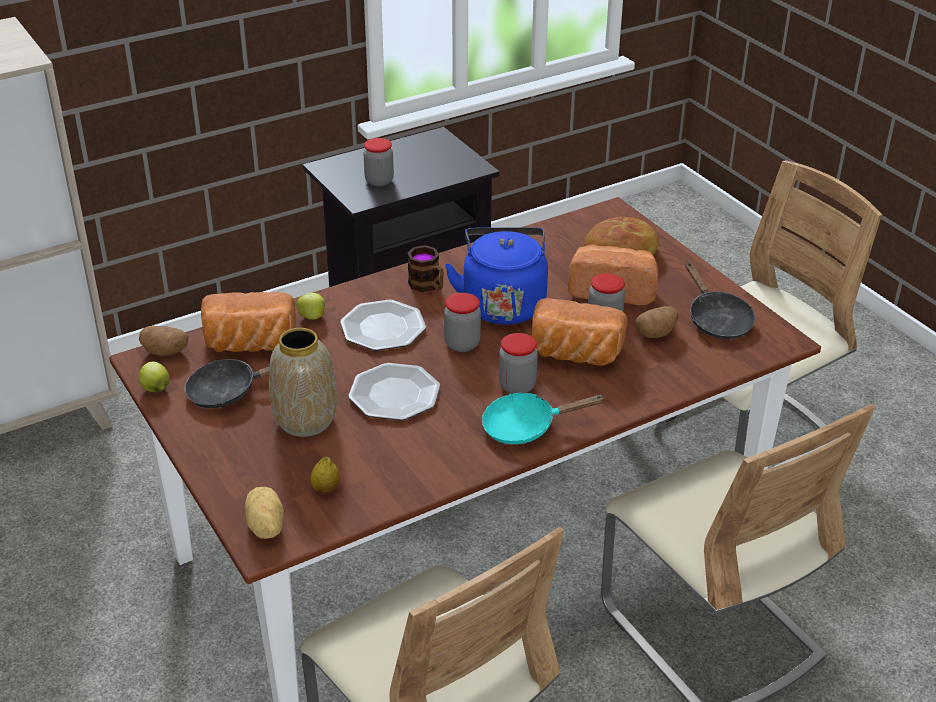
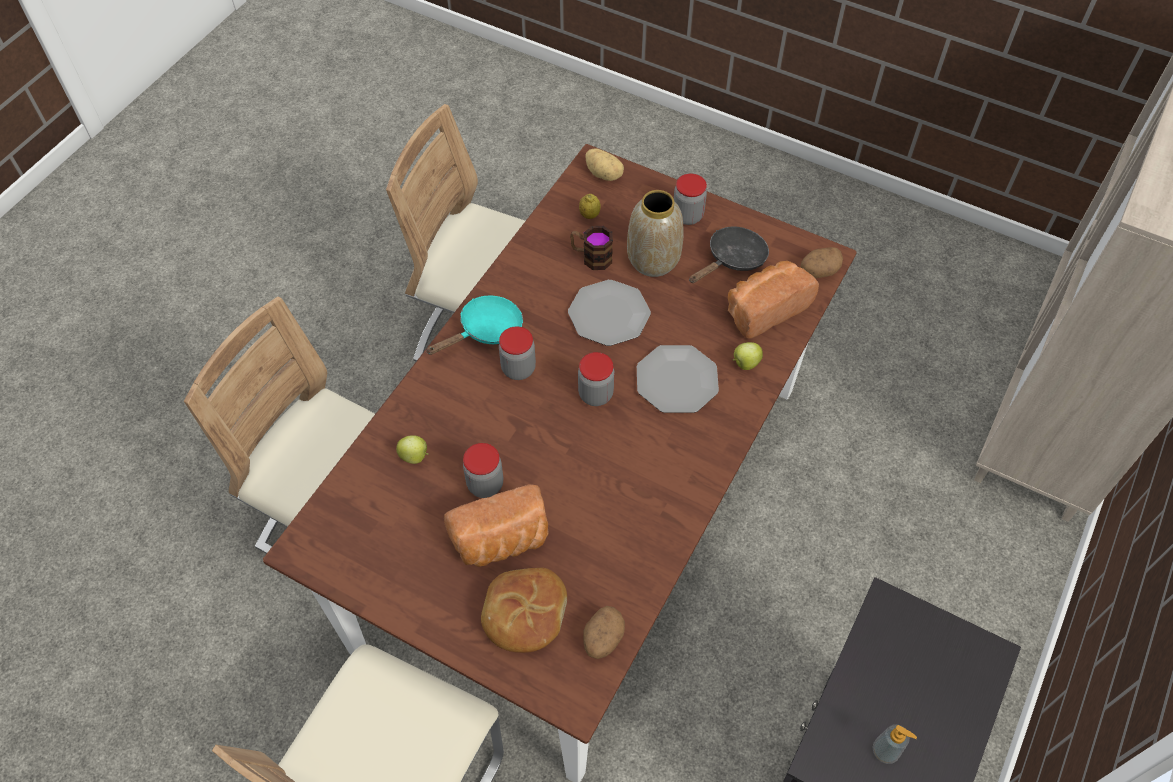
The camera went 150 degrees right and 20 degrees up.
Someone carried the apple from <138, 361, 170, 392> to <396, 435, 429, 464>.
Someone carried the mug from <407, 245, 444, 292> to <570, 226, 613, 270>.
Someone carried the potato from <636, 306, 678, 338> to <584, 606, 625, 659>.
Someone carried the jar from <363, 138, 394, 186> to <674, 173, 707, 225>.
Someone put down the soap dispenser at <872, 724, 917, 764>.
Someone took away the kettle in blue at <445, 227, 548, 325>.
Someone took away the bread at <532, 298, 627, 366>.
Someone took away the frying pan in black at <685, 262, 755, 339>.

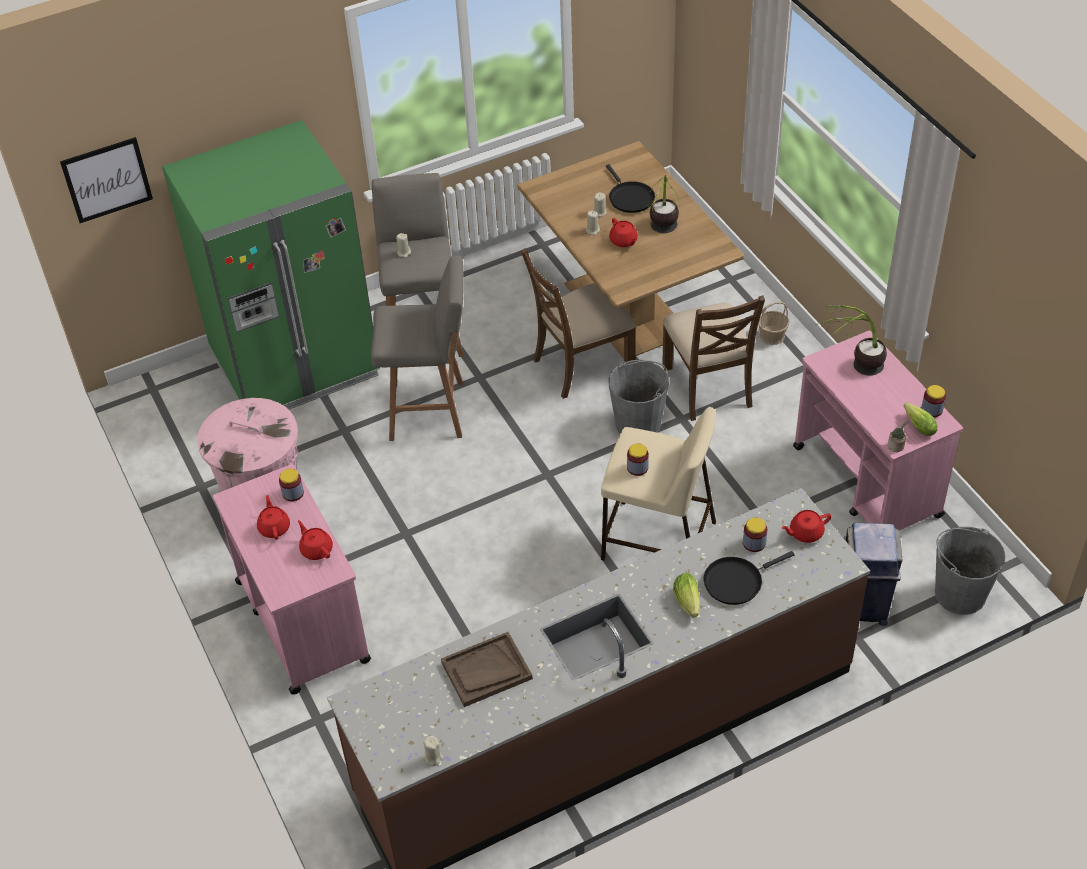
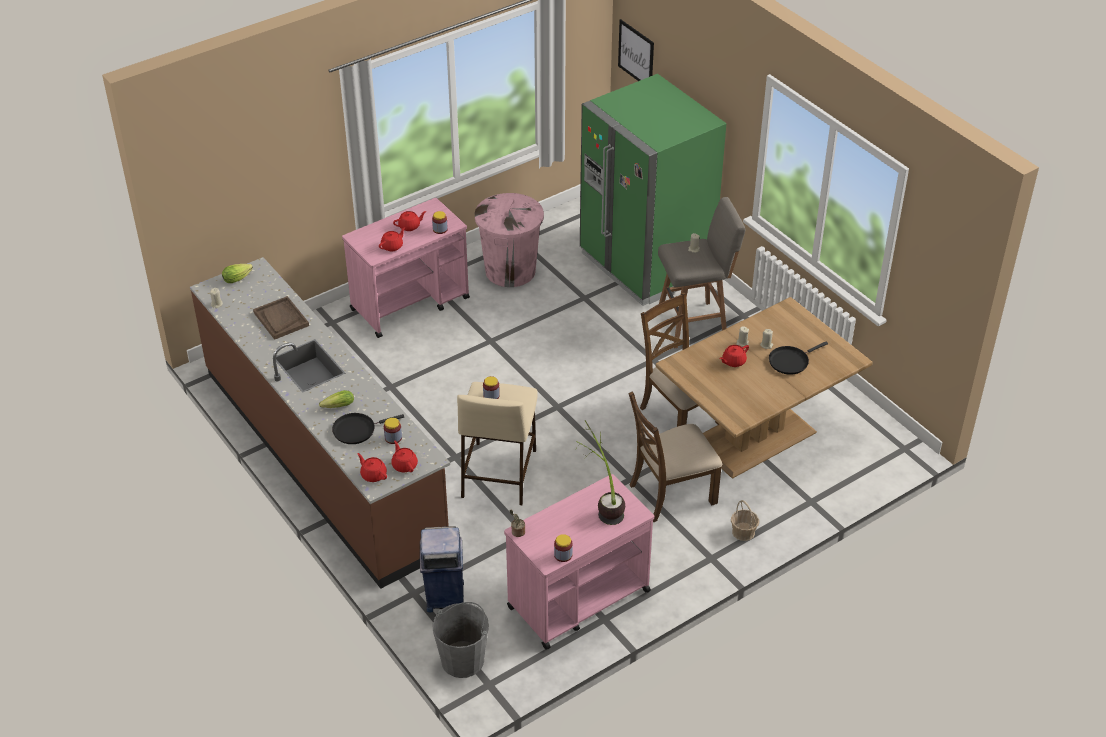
The camera went 80 degrees right and 5 degrees down.
Someone carried the lettuce from <904, 403, 938, 436> to <222, 264, 253, 283>.
Someone rotated the frying pan in black at <704, 551, 795, 605> by 75 degrees counterclockwise.
Someone put down the teapot in red at <357, 453, 387, 482>.
Someone took away the stool in grey at <371, 255, 464, 441>.
Someone took away the bucket in grey at <608, 360, 669, 434>.
Someone took away the potted plant at <647, 175, 680, 233>.

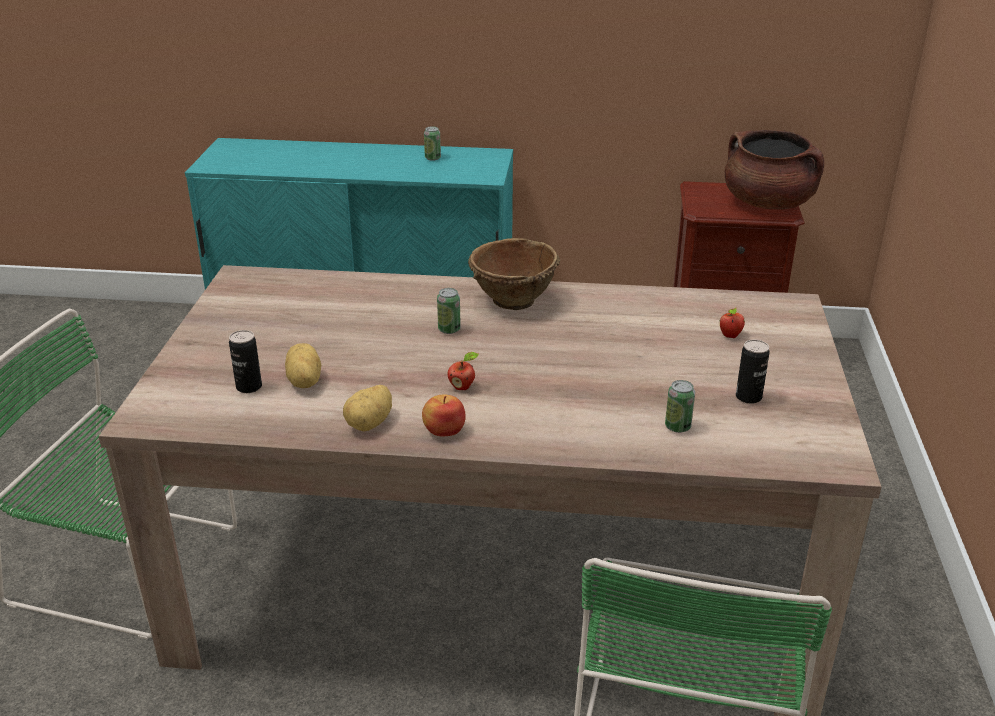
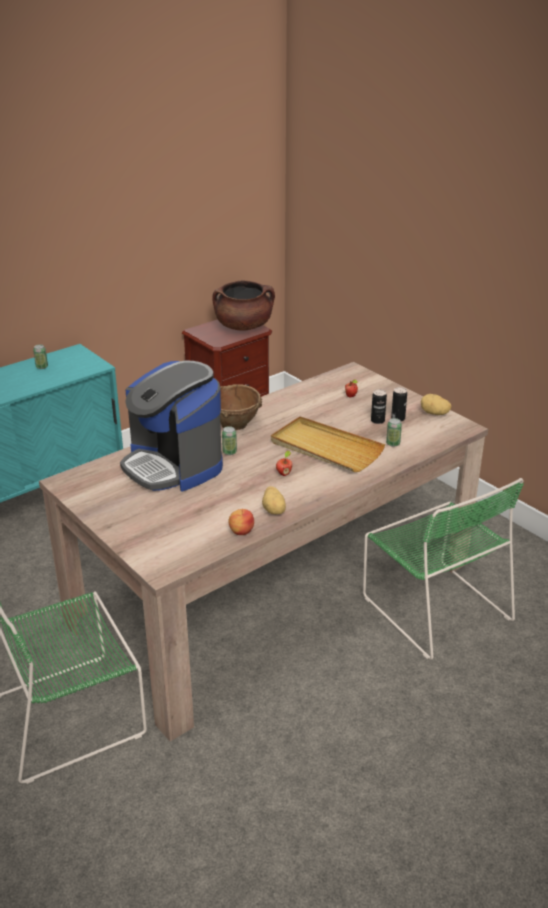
The camera went 45 degrees left and 0 degrees up.
Someone put down the coffee machine at <120, 361, 223, 491>.
Someone carried the apple from <422, 395, 466, 436> to <228, 509, 254, 535>.
Someone put down the tray in beige at <271, 416, 385, 472>.
Someone carried the can from <229, 330, 262, 393> to <371, 389, 387, 424>.
Someone carried the potato from <285, 343, 321, 388> to <421, 394, 451, 415>.

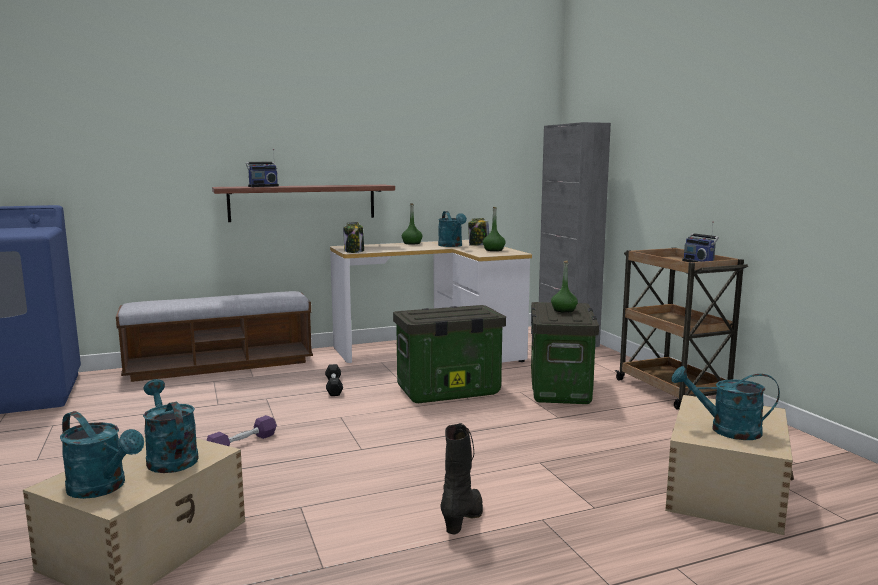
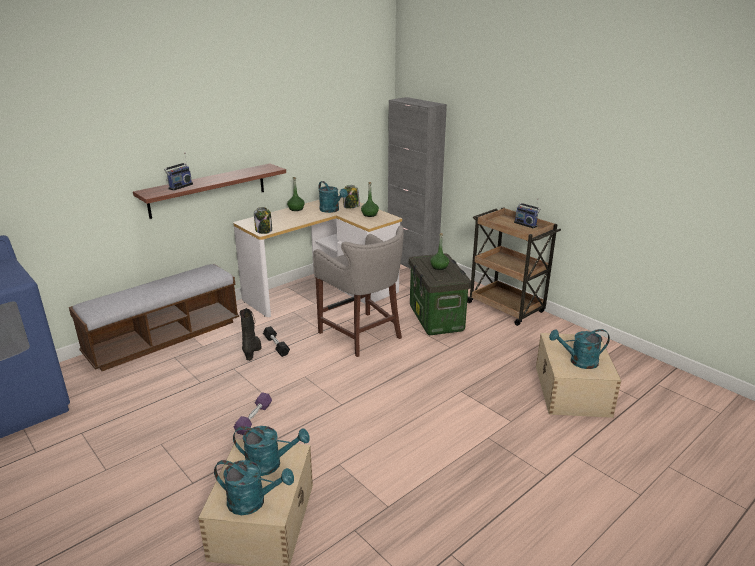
The camera went 20 degrees left and 15 degrees up.
Someone rotated the watering can in turquoise at <143, 379, 199, 473> by 150 degrees clockwise.
Someone carried the boot in black from <441, 423, 483, 535> to <240, 308, 262, 360>.
Someone swapped the storage box at <393, 305, 506, 403> for the stool in grey at <313, 225, 404, 357>.

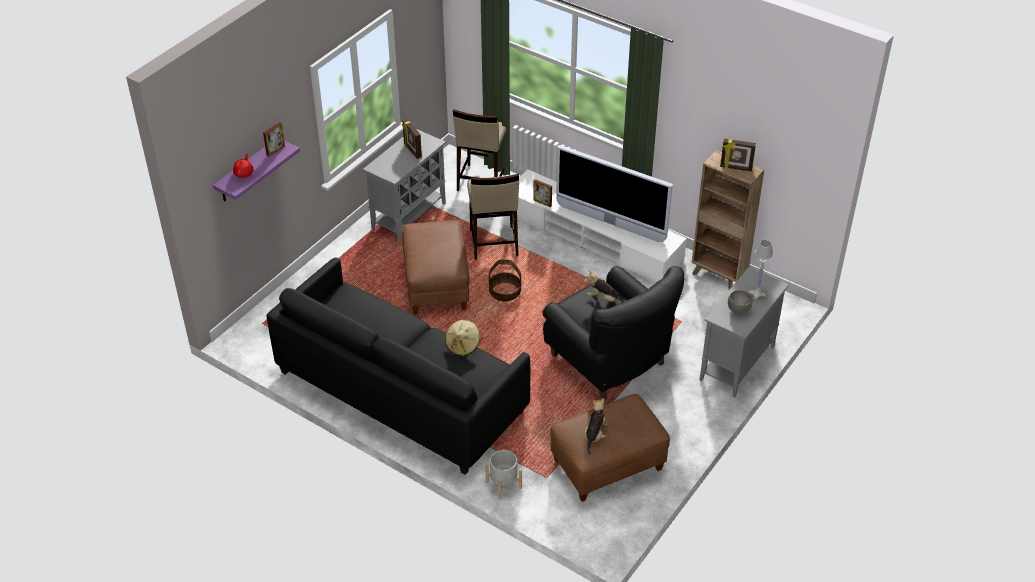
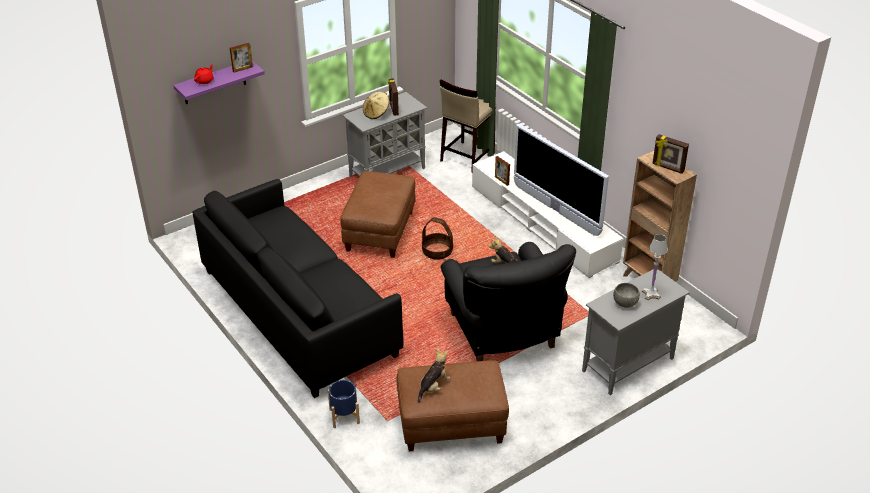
The camera went 20 degrees right and 5 degrees down.
Someone repainted the planter in grey at <485, 450, 522, 499>, which became the planter in blue at <328, 380, 360, 428>.
Someone carried the hat in beige from <445, 319, 480, 356> to <363, 92, 389, 119>.
Someone took away the stool in beige at <467, 173, 519, 260>.

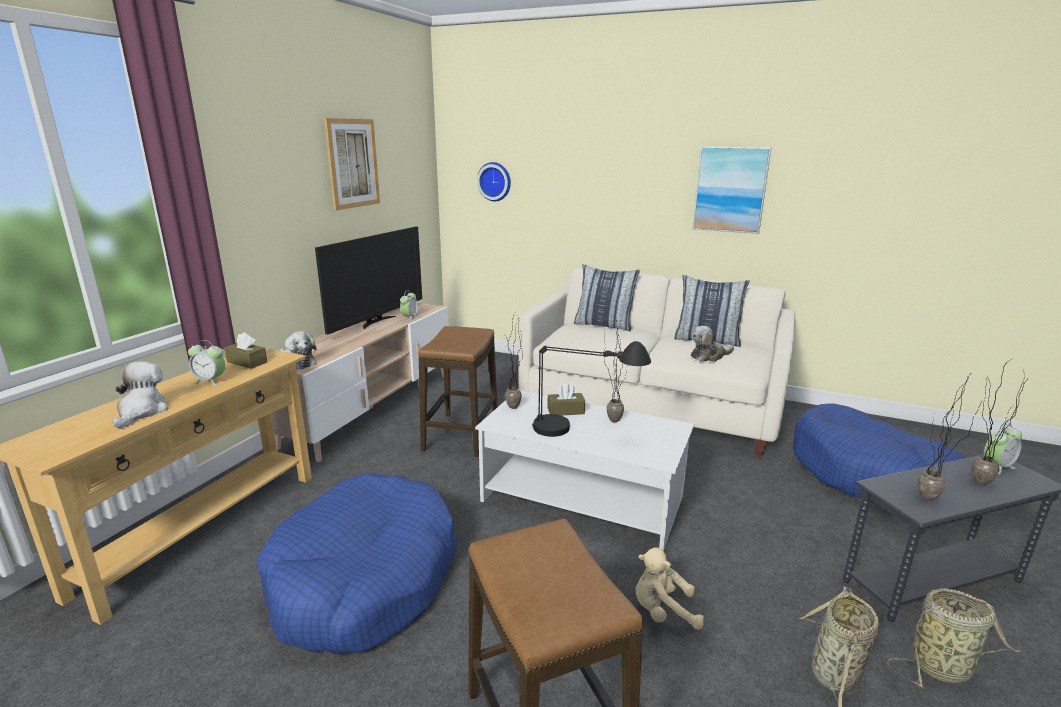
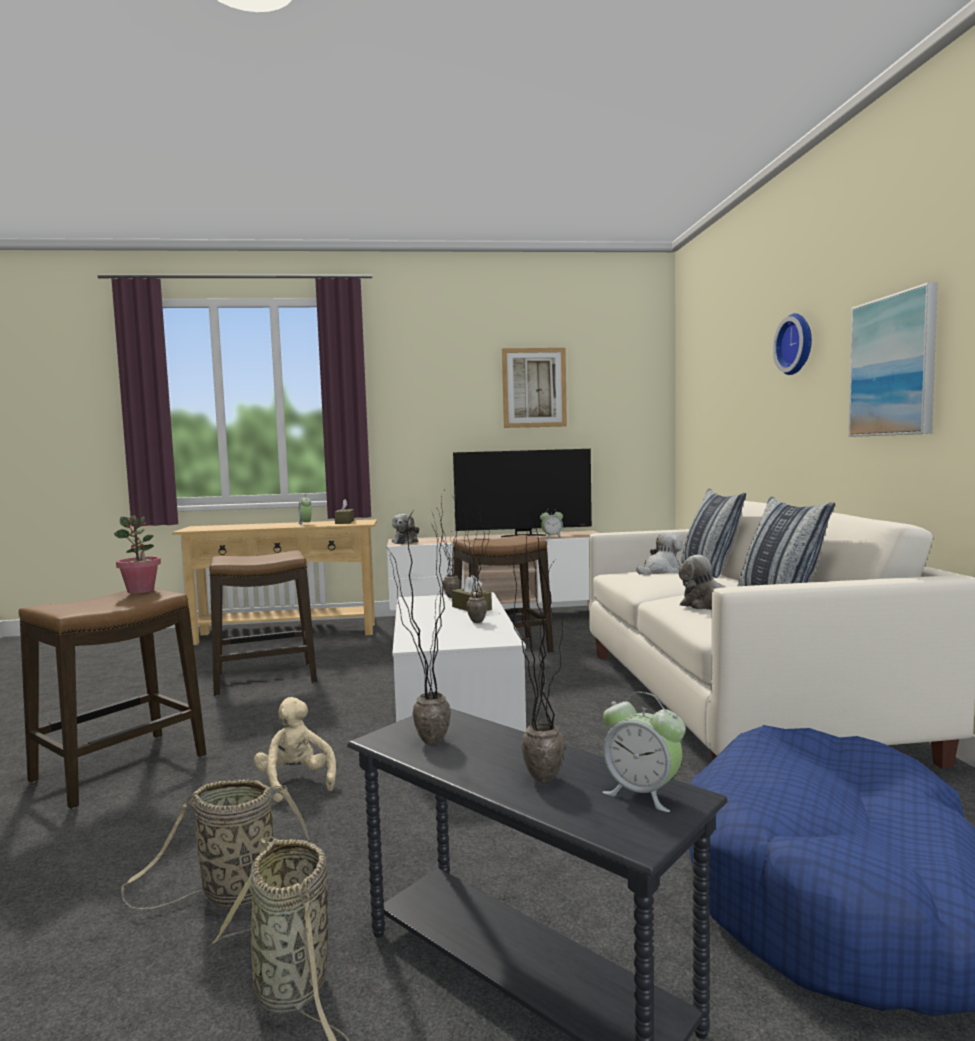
The camera went 60 degrees right and 15 degrees down.
Someone put down the potted plant at <114, 515, 161, 594>.
Someone swapped the dog bed in blue at <256, 473, 457, 655> for the stool at <209, 550, 317, 696>.
Someone carried the plush toy from <112, 361, 168, 429> to <636, 532, 683, 575>.
Someone carried the wall clock from <477, 162, 511, 201> to <773, 313, 812, 375>.
Someone took away the table lamp in black at <532, 341, 651, 437>.

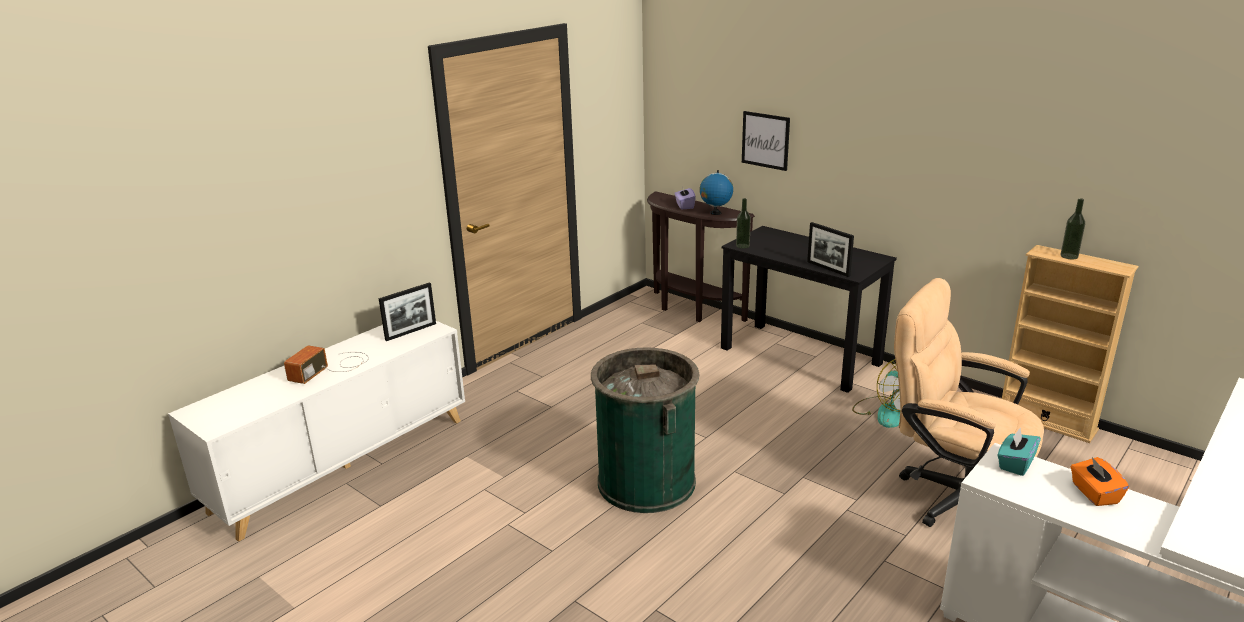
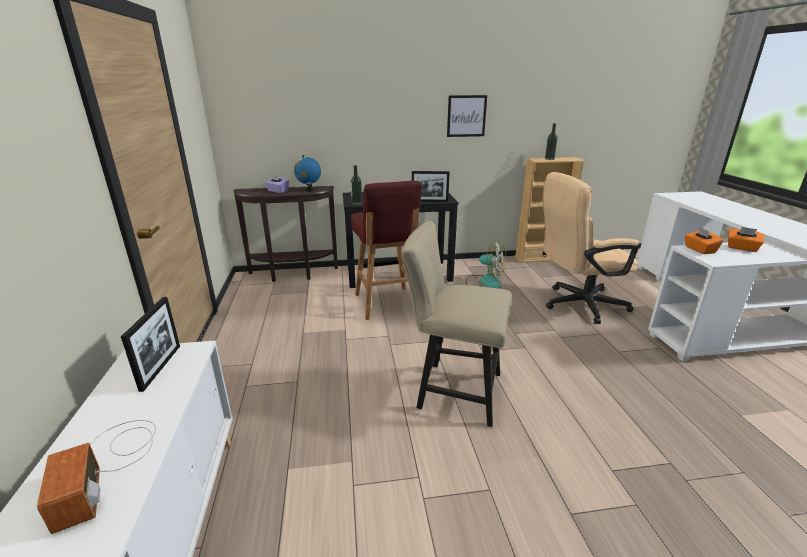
The camera went 50 degrees left and 0 degrees up.
Someone put down the stool in red at <351, 181, 422, 320>.
Someone swapped the trash can in green at <591, 347, 699, 513> for the chair in beige at <401, 221, 512, 427>.
Someone carried the picture from <742, 111, 790, 171> to <447, 95, 487, 137>.
Someone repainted the tissue box in turquoise at <997, 428, 1041, 476>, which became the tissue box in orange at <685, 227, 724, 254>.

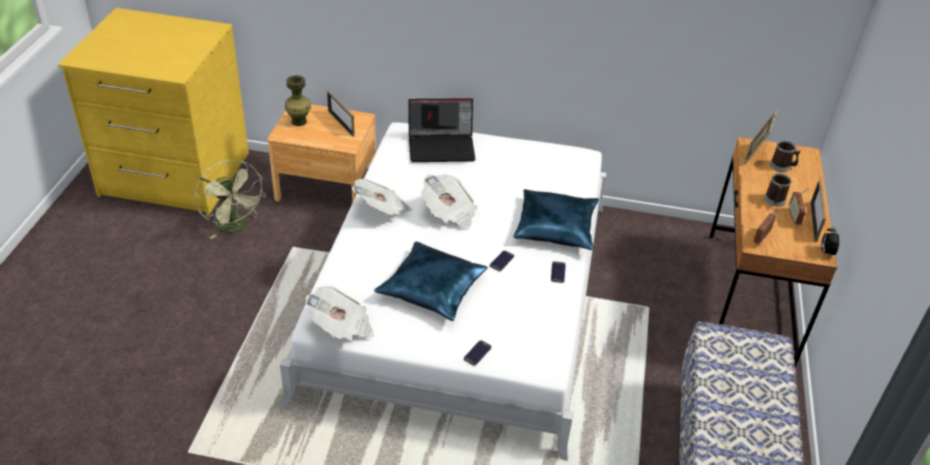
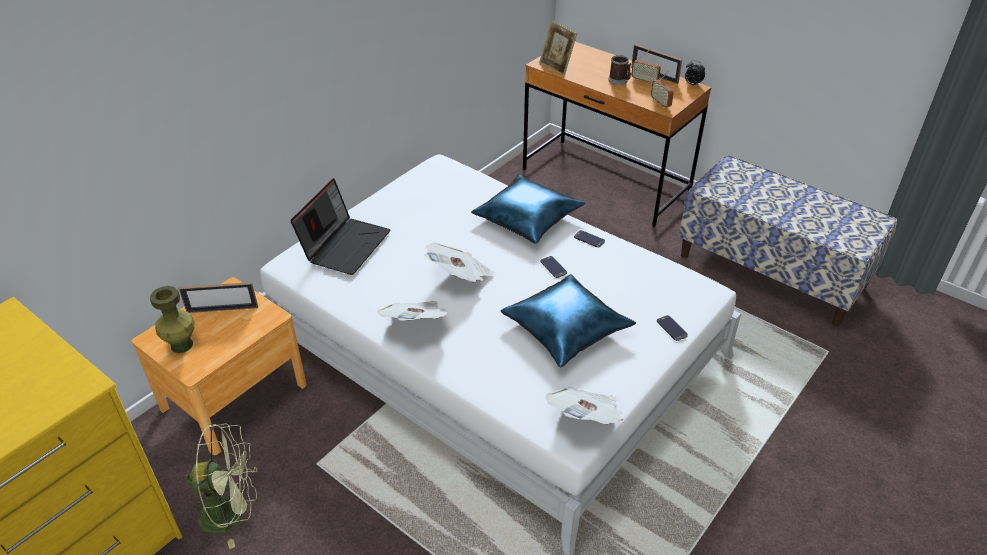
The camera went 60 degrees left and 0 degrees up.
Someone took away the mug at <770, 141, 801, 172>.

